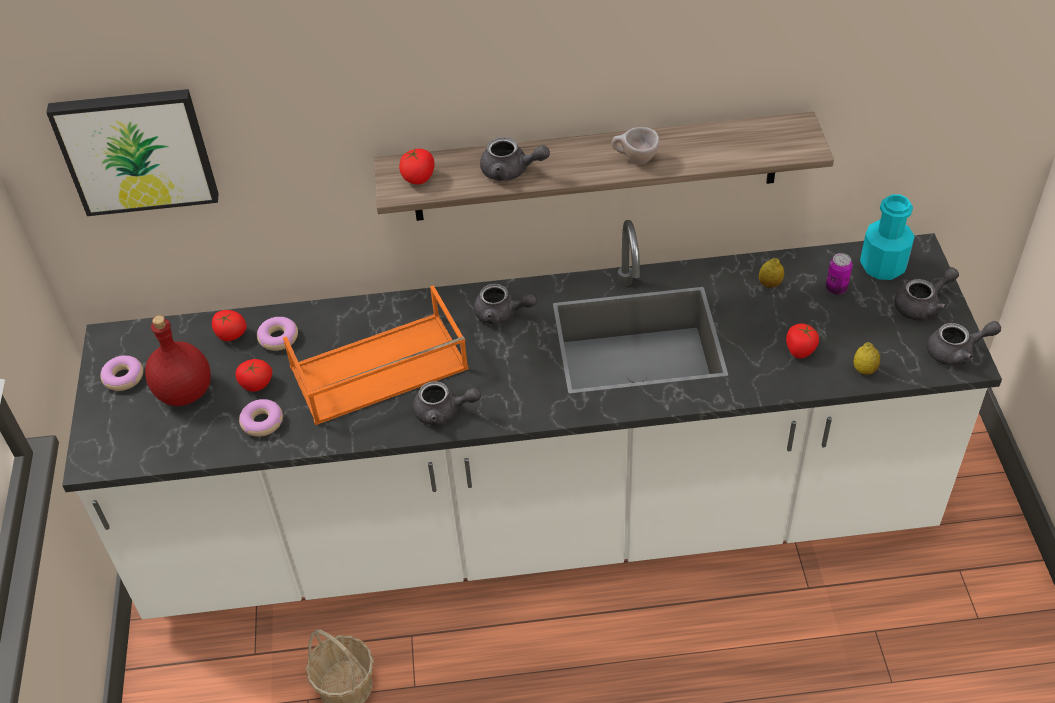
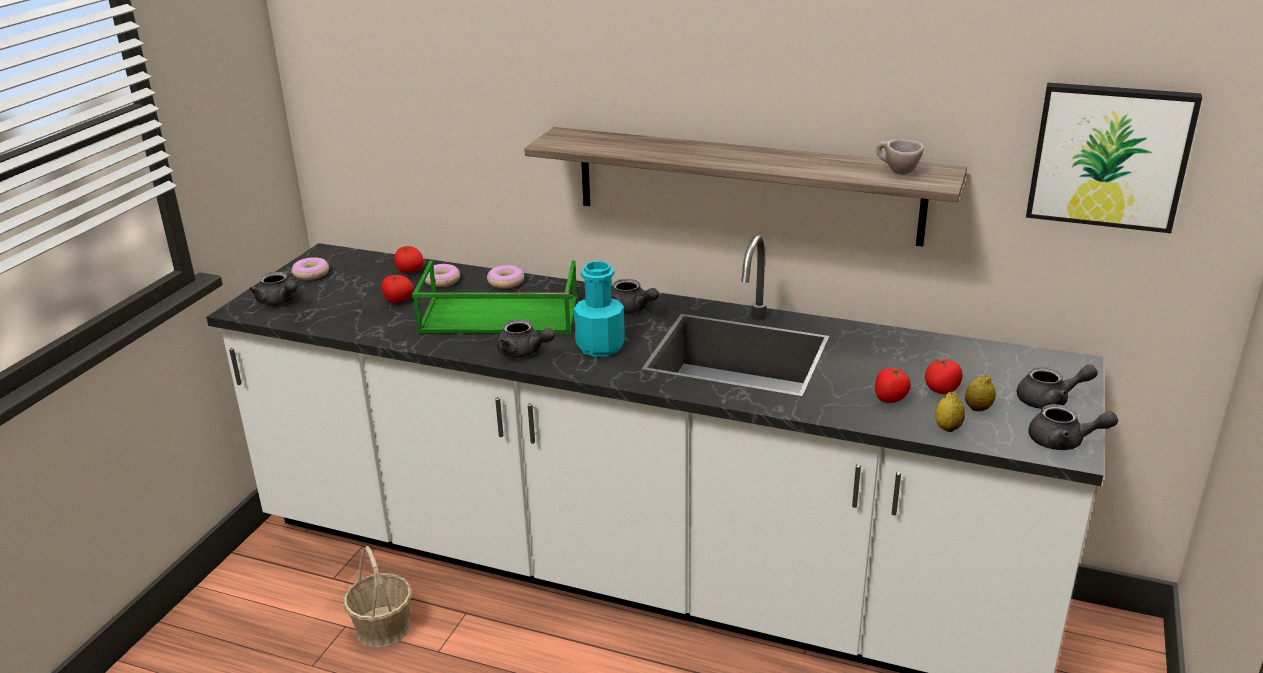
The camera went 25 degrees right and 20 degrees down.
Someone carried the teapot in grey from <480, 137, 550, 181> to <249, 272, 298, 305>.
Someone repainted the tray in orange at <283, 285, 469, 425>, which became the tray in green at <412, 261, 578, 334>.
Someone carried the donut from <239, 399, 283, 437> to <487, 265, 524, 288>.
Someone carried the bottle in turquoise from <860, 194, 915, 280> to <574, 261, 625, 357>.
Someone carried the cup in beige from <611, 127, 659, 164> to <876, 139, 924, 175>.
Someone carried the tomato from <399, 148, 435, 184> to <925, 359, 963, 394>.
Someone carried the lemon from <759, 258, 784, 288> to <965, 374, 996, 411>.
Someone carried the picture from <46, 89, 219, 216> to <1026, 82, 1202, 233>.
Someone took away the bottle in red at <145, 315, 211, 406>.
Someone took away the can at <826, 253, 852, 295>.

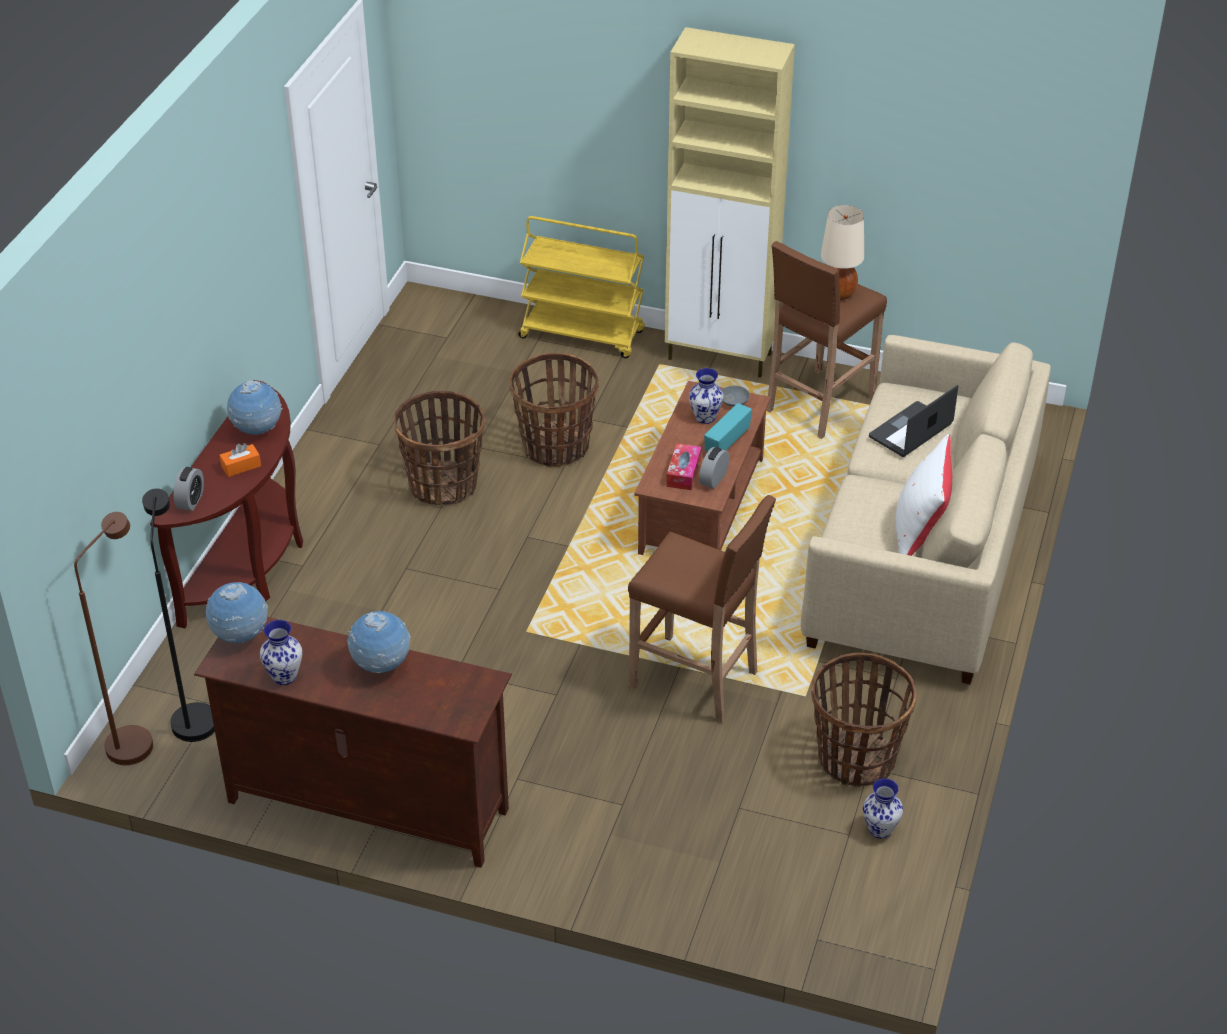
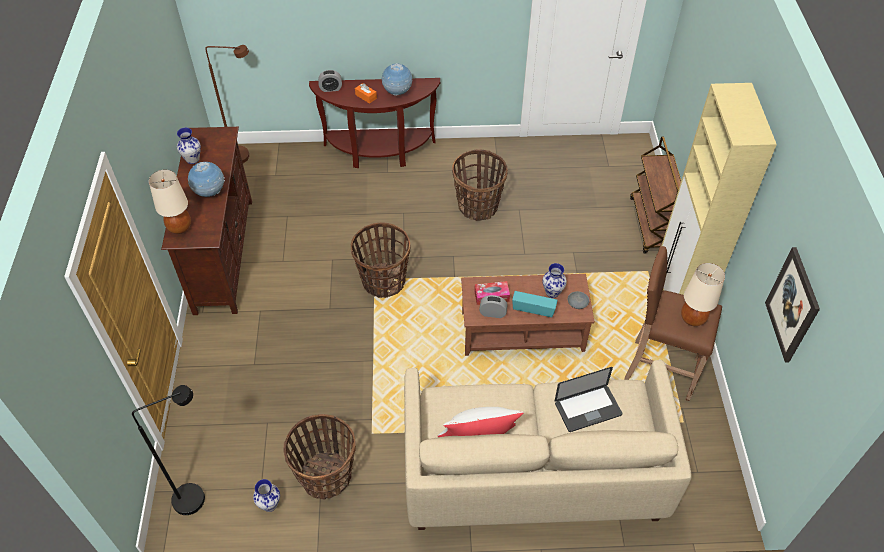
The camera went 70 degrees right and 10 degrees up.
Someone carried the floor lamp in black from <142, 489, 215, 742> to <132, 385, 205, 515>.
Someone put down the table lamp in beige at <149, 170, 191, 234>.
Someone carried the basket from <509, 353, 599, 467> to <351, 222, 411, 298>.
Someone rotated the laptop at <869, 385, 958, 457> by 135 degrees clockwise.
Someone repainted the cart in yellow at <519, 216, 645, 358>, which became the cart in brown at <630, 136, 681, 254>.
Someone put up the picture at <765, 247, 820, 363>.
Someone took away the globe at <206, 582, 268, 643>.
Someone took away the stool in brown at <628, 495, 776, 723>.

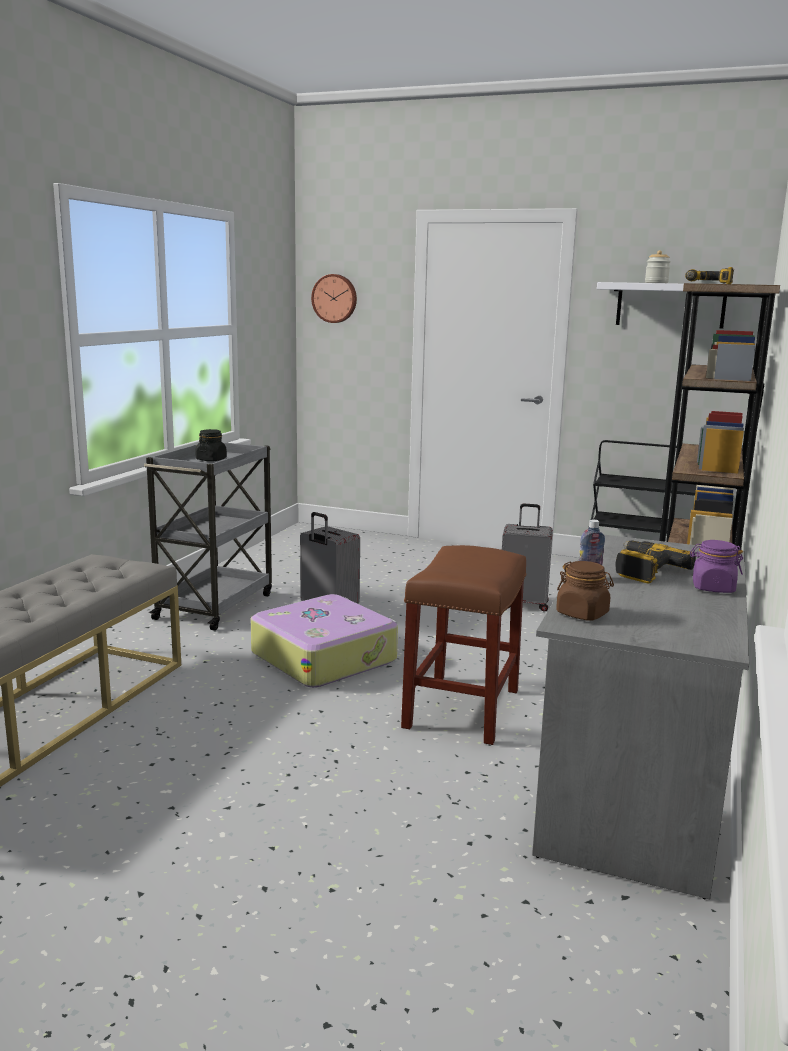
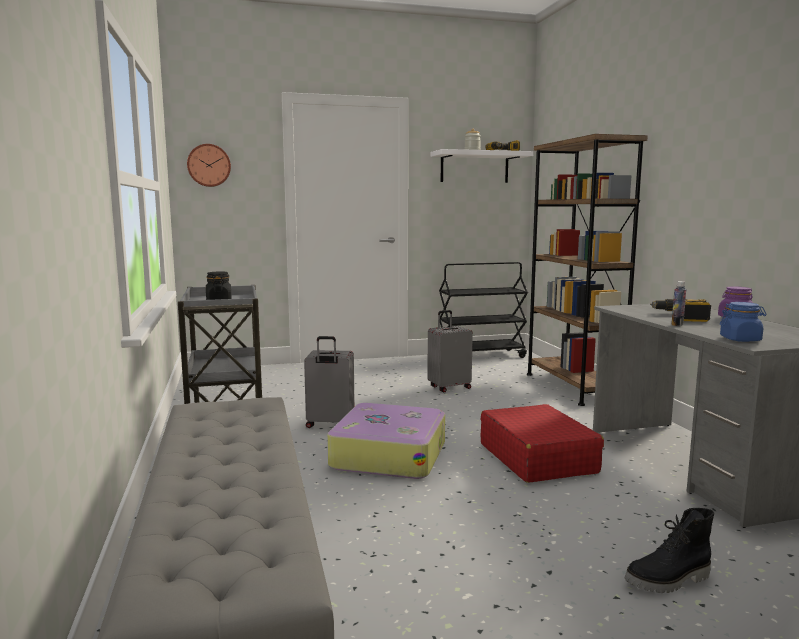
The camera went 35 degrees left and 5 degrees down.
Someone swapped the stool in brown at <401, 545, 527, 745> for the suitcase in red at <480, 404, 604, 483>.
Someone put down the boot in black at <625, 508, 714, 593>.
Someone repainted the jar in brown at <556, 561, 614, 620>, which became the jar in blue at <720, 302, 766, 342>.

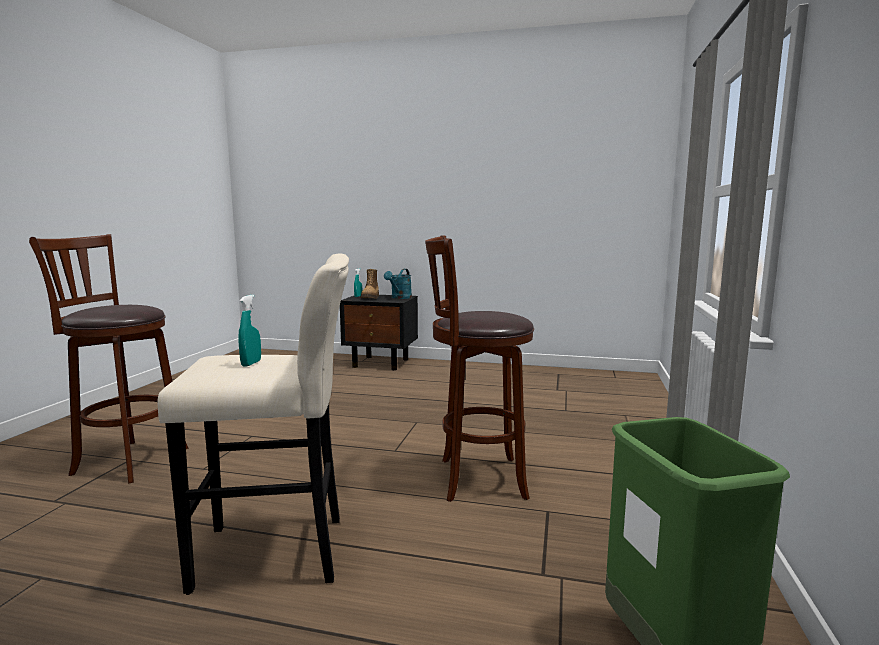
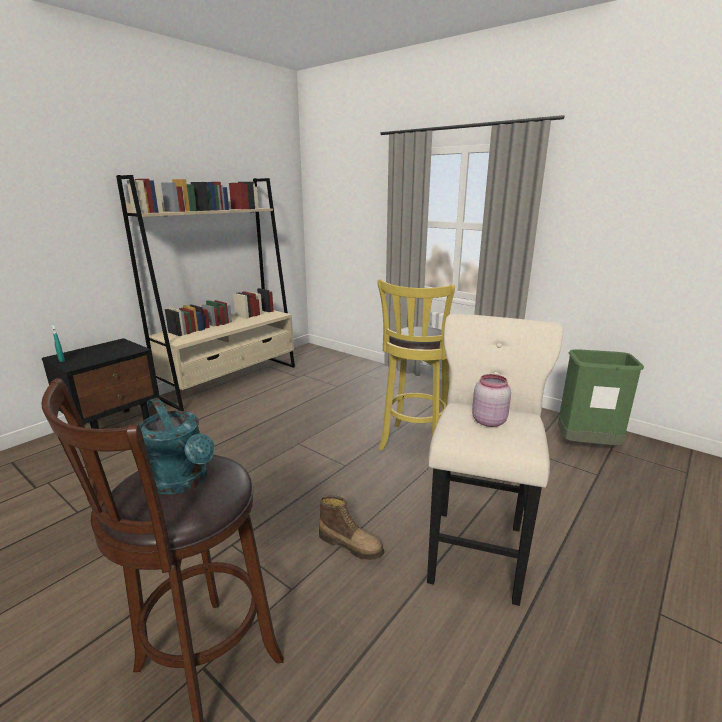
The camera went 65 degrees left and 10 degrees up.
Someone put down the bookcase in beige at <116, 175, 295, 411>.
Someone carried the watering can in turquoise from <384, 269, 412, 299> to <140, 398, 215, 495>.
Someone carried the boot from <361, 269, 379, 299> to <319, 495, 384, 560>.
Someone repainted the stool in brown at <425, 236, 534, 502>, which became the stool in yellow at <377, 279, 455, 451>.
Someone swapped the spray bottle in turquoise at <238, 295, 261, 367> for the jar in pink at <472, 374, 511, 427>.

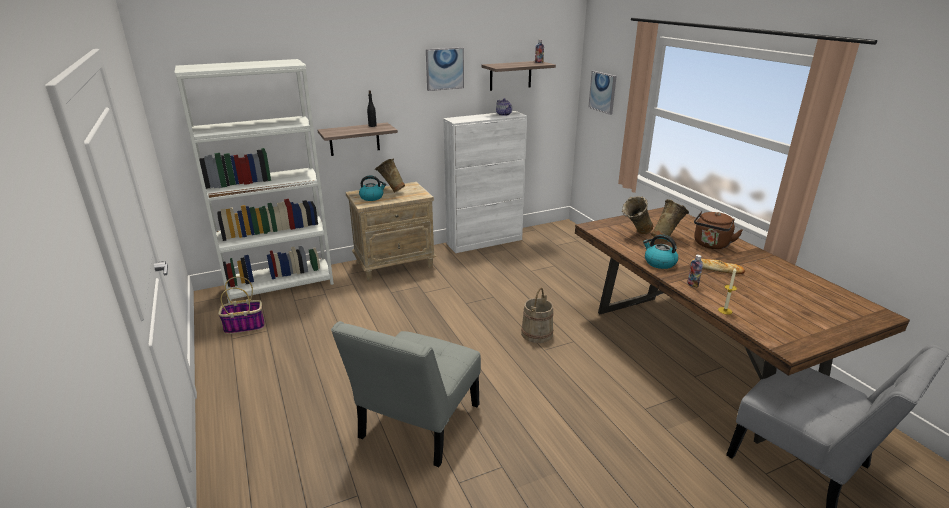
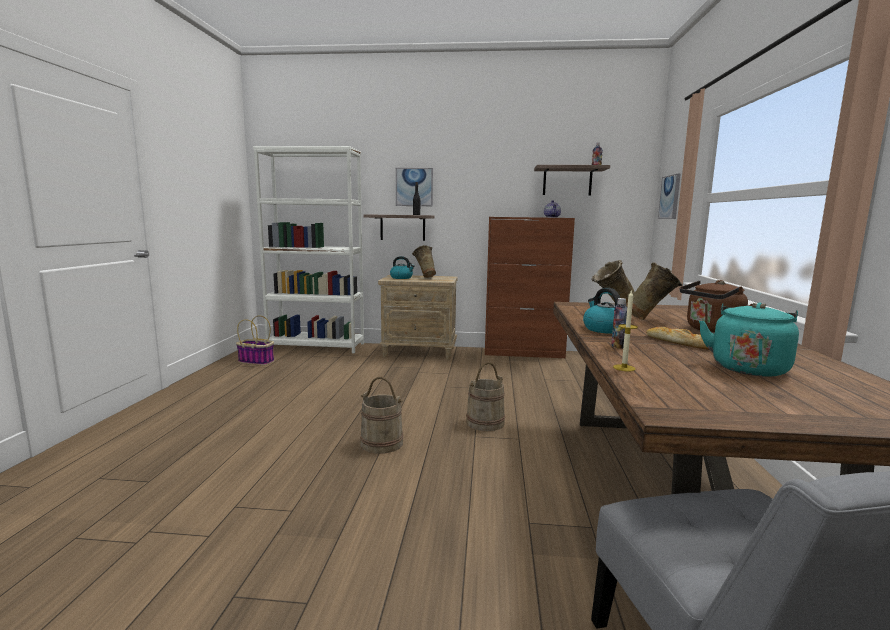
The camera went 30 degrees right and 15 degrees down.
Someone put down the bucket in beige at <360, 377, 403, 454>.
Someone carried the picture from <426, 47, 464, 91> to <396, 168, 433, 206>.
Someone repainted the cabinet in white at <443, 111, 527, 253>, which became the cabinet in brown at <485, 217, 575, 358>.
Someone put down the kettle in turquoise at <699, 302, 799, 377>.
Someone took away the chair in grey at <331, 321, 481, 467>.

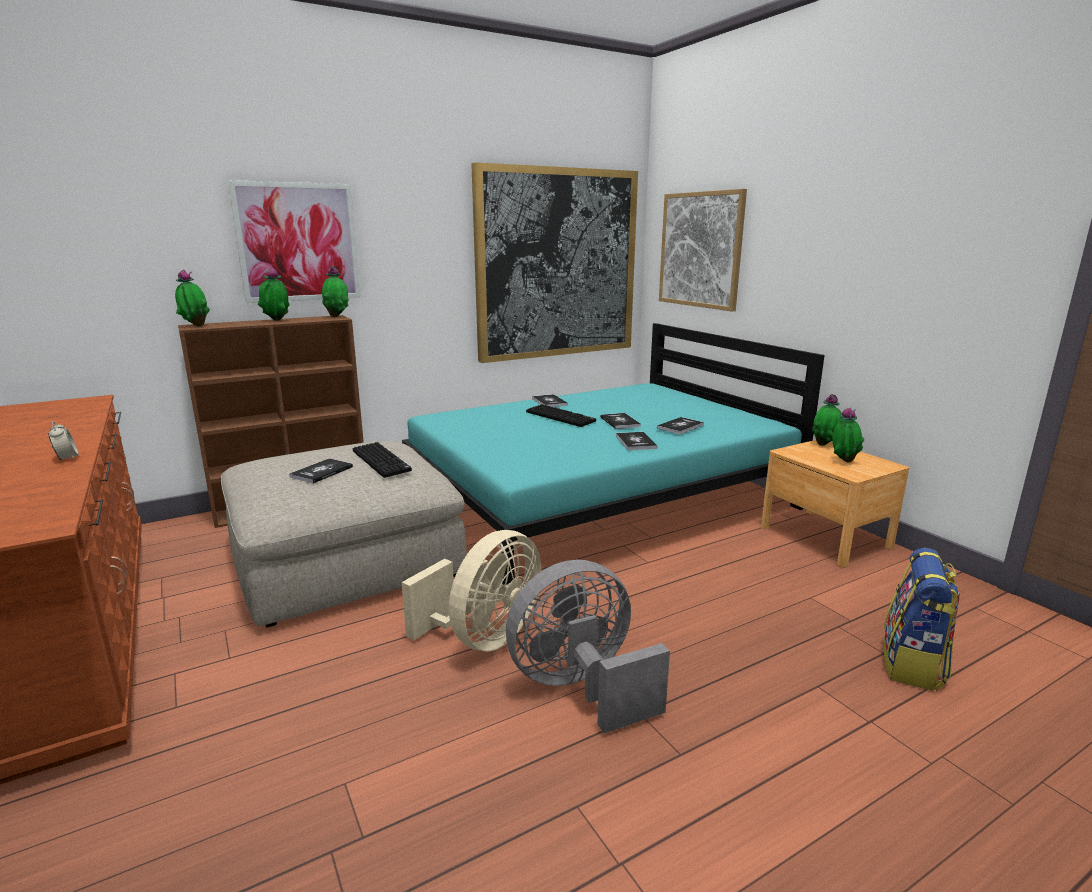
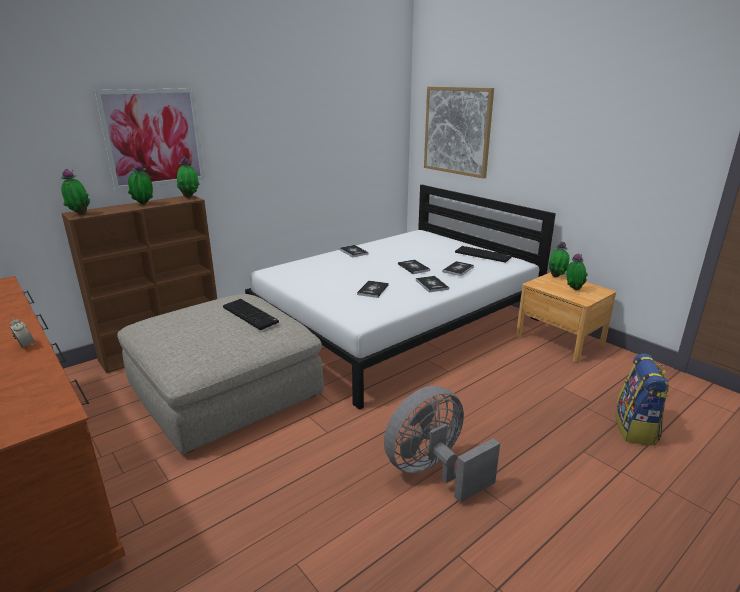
The camera went 10 degrees left and 5 degrees up.
Someone repainted the bed in turquoise at <402, 323, 825, 585>, which became the bed in white at <245, 185, 556, 410>.
Someone carried the book from <289, 458, 353, 484> to <357, 280, 389, 298>.
Someone carried the keyboard from <526, 404, 596, 427> to <455, 246, 512, 263>.
Someone took away the fan in beige at <402, 530, 541, 652>.
Someone took away the picture at <471, 162, 638, 363>.

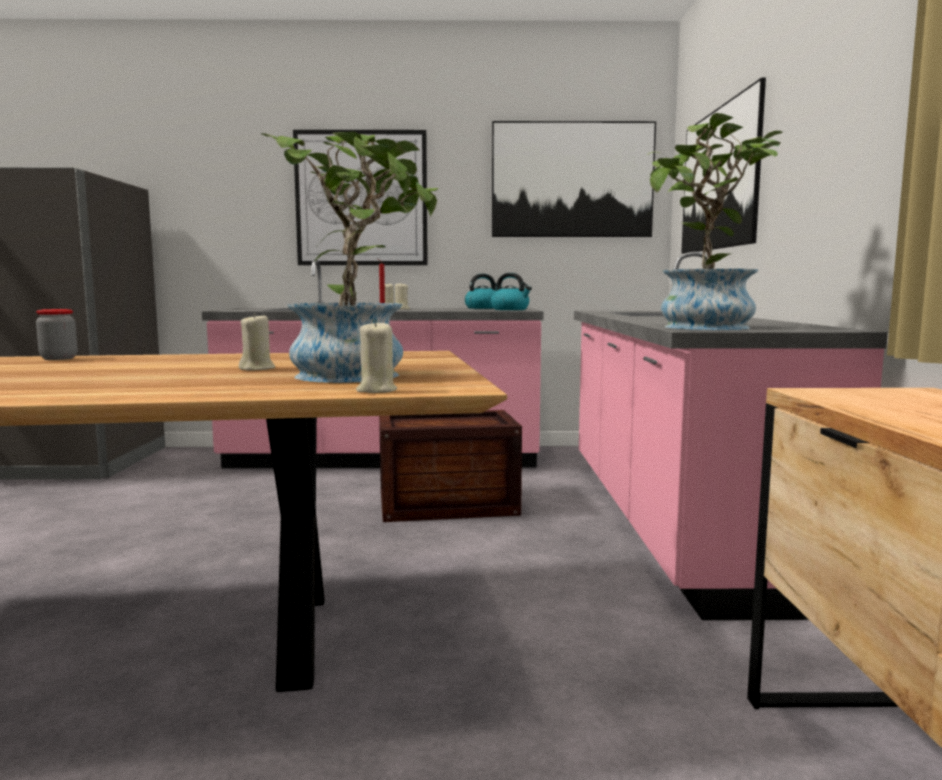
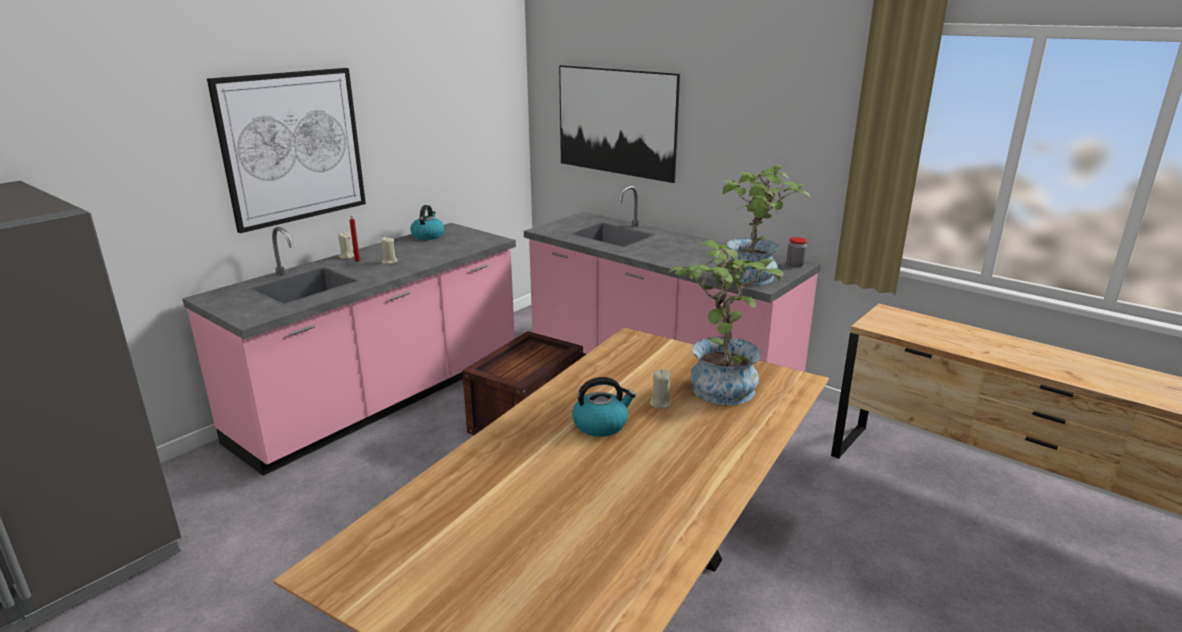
The camera went 50 degrees left and 15 degrees up.
Someone carried the kettle from <491, 273, 532, 310> to <572, 377, 636, 437>.
Someone carried the jar from <36, 309, 78, 360> to <787, 237, 807, 267>.
Someone took away the candle in beige at <356, 320, 397, 393>.
Someone took away the picture at <492, 121, 656, 237>.

